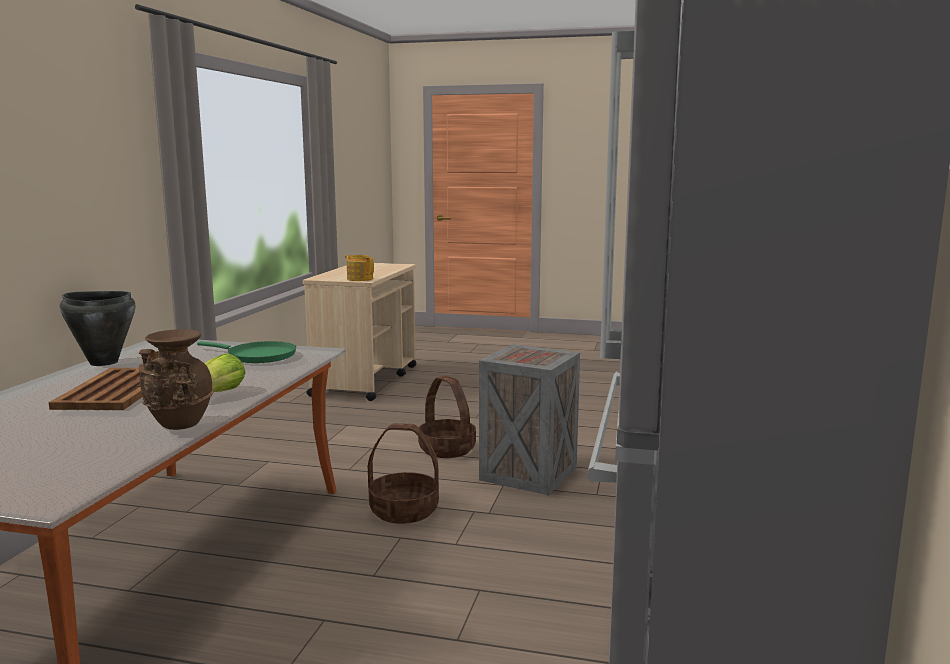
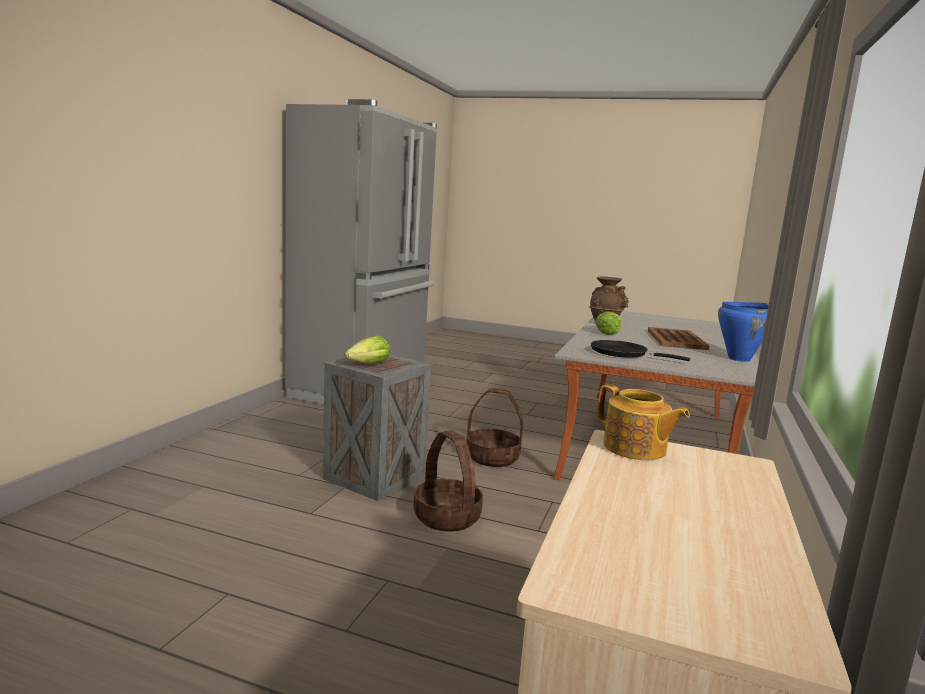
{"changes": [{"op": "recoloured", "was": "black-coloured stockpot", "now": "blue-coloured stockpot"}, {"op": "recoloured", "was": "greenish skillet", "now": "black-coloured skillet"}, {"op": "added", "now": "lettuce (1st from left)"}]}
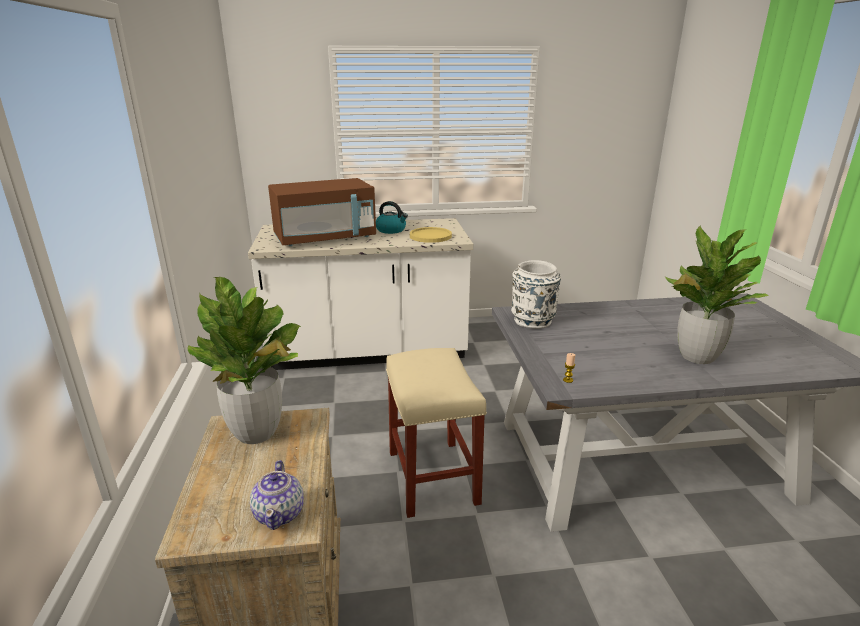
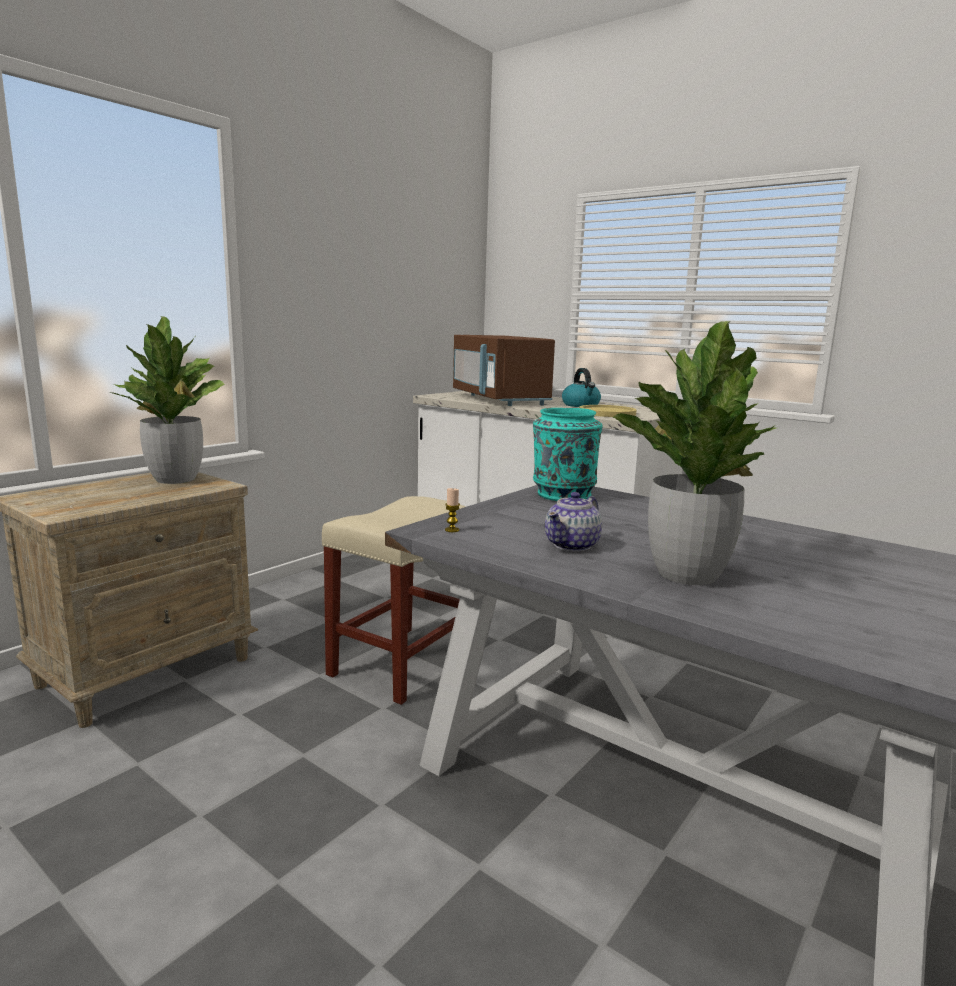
{"changes": [{"op": "moved", "was": "teapot"}, {"op": "turned", "was": "brownish kitchen microwave", "clockwise": 45}, {"op": "recoloured", "was": "whitish decorative vase", "now": "blue-green decorative vase"}]}
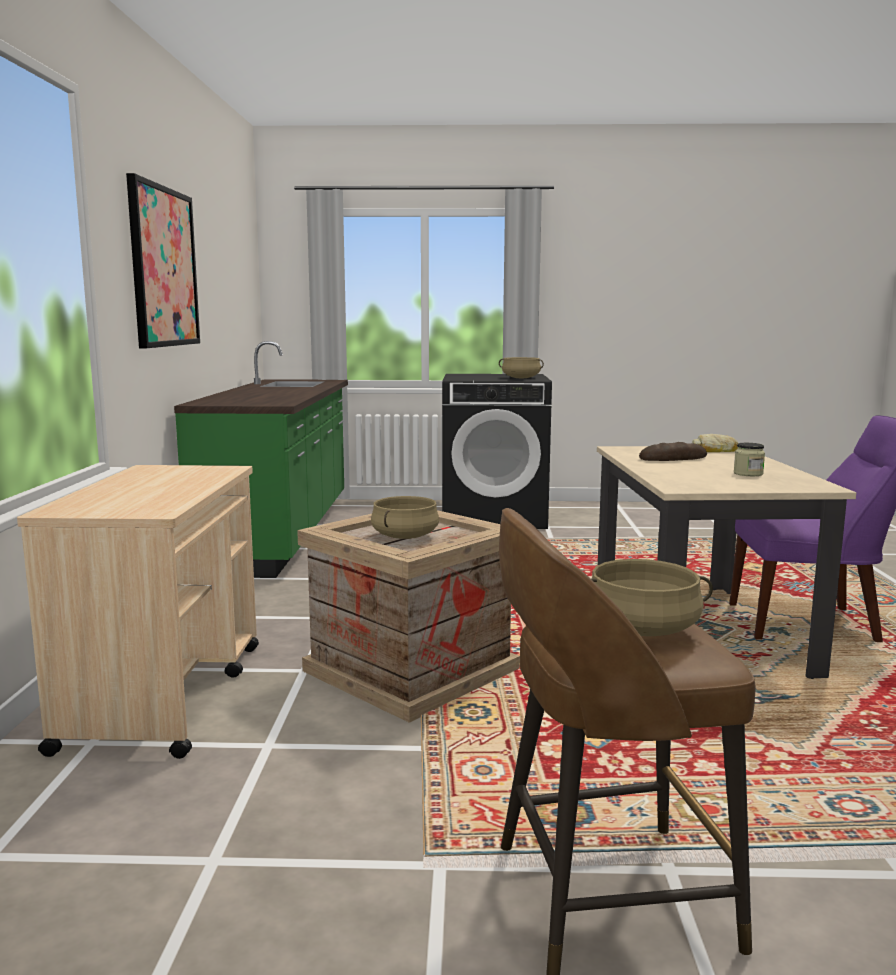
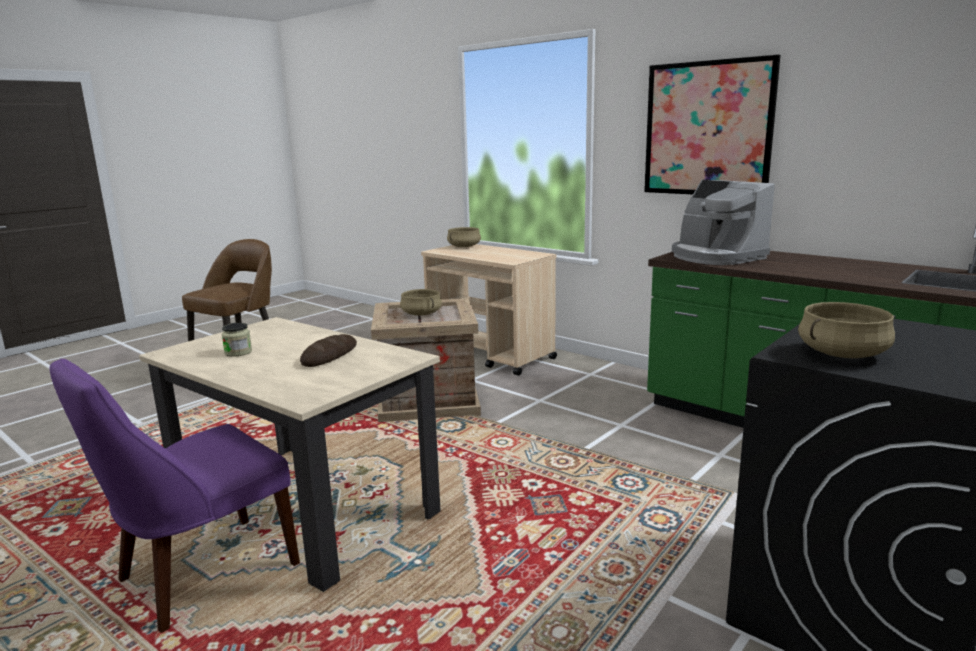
{"changes": [{"op": "moved", "was": "beige-coloured stockpot (3rd from left in the first image)", "now": "beige-coloured stockpot (2nd from left)"}, {"op": "removed", "was": "bakery bread (2nd from left)"}, {"op": "added", "now": "coffee maker"}]}
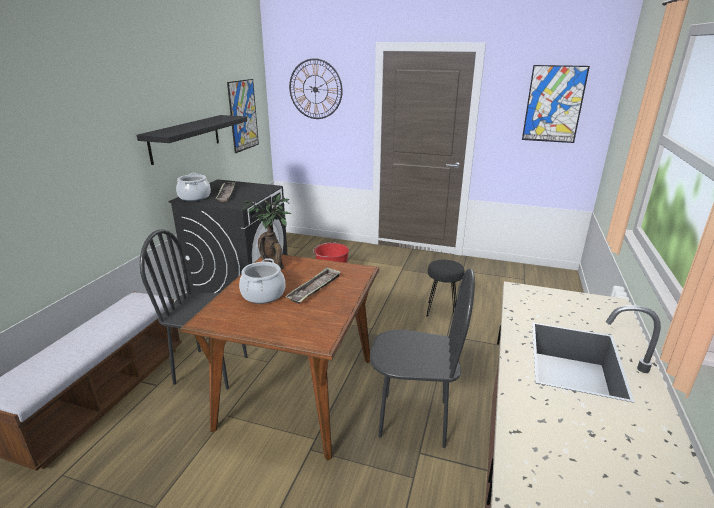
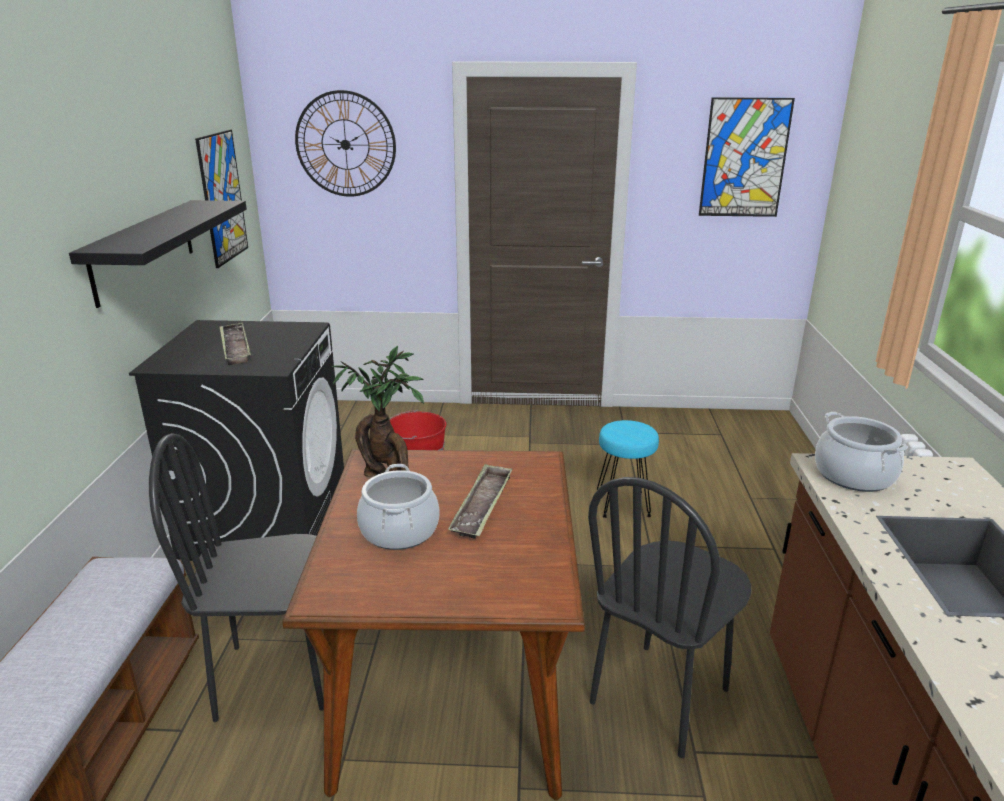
{"changes": [{"op": "moved", "was": "stockpot (1st from left in the first image)", "now": "stockpot (2nd from left)"}, {"op": "turned", "was": "black-coloured plain chair (2nd from left)", "clockwise": 135}, {"op": "recoloured", "was": "black-coloured stool seat", "now": "blue-green stool seat"}]}
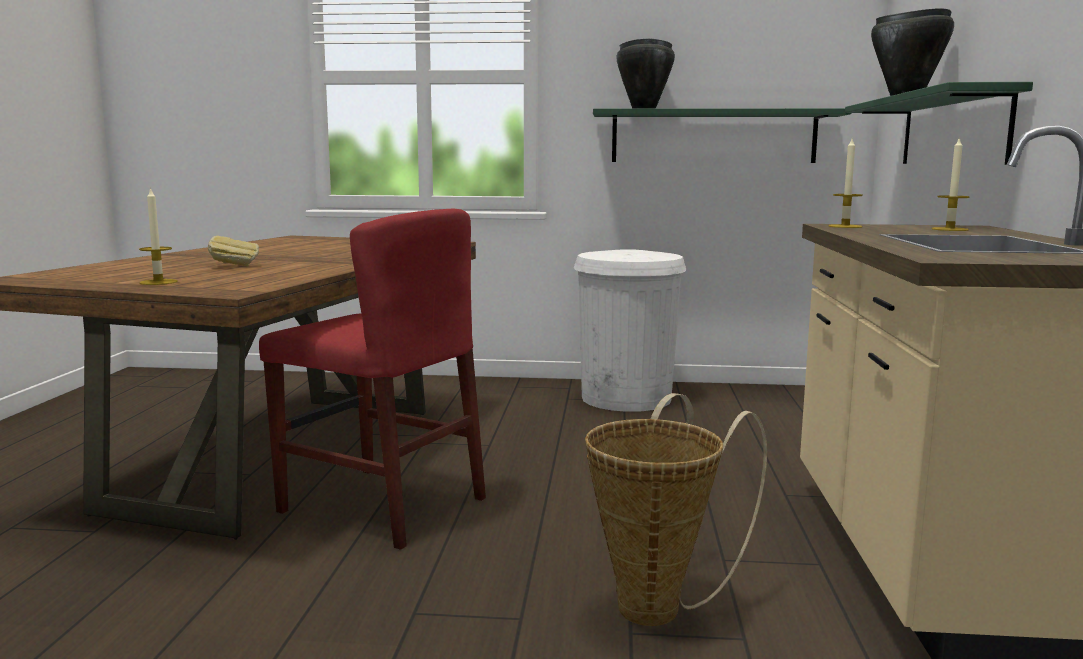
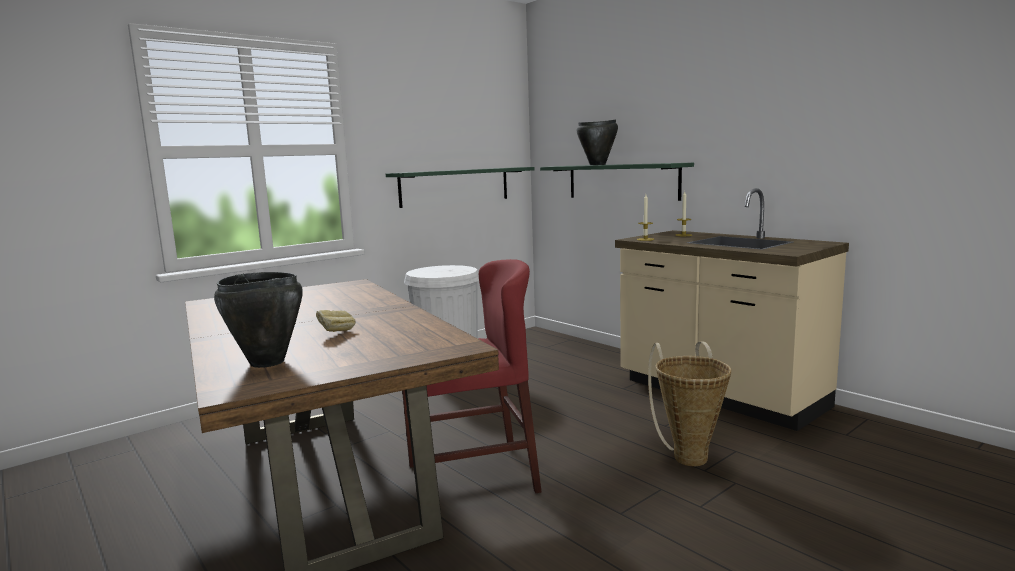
{"changes": [{"op": "removed", "was": "candle (1st from left)"}, {"op": "moved", "was": "black-coloured stockpot (1st from left)"}]}
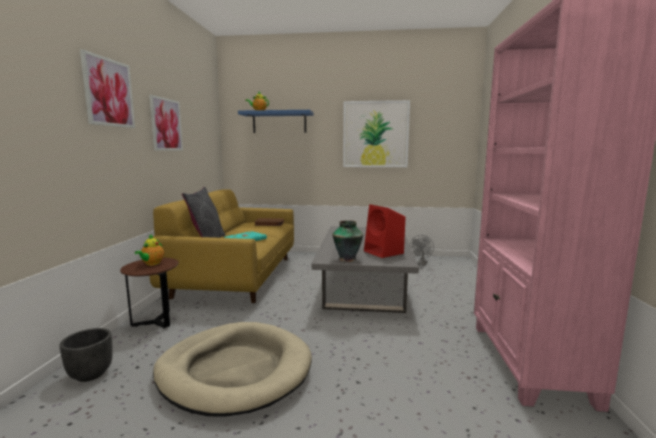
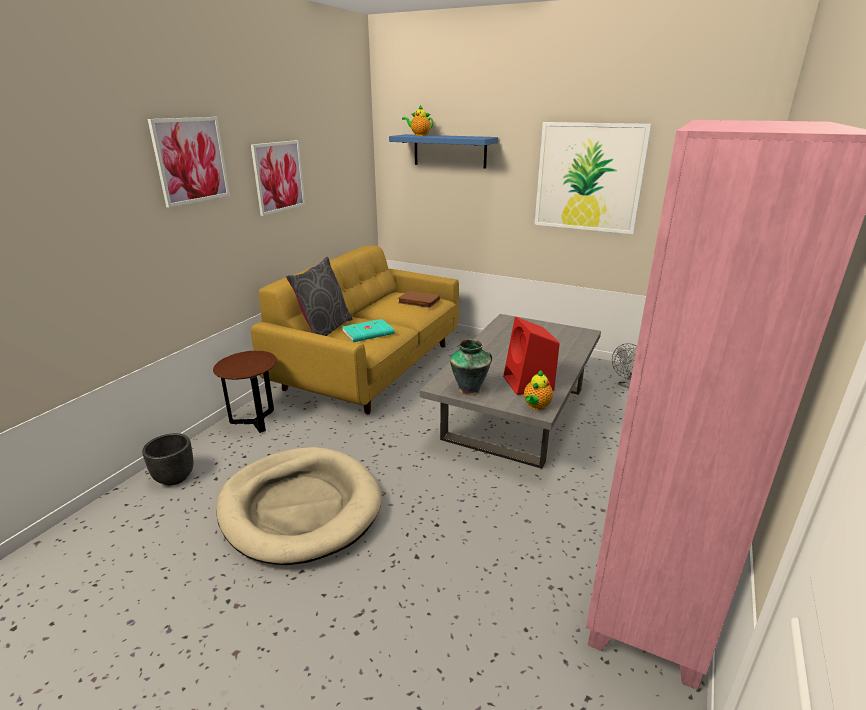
{"changes": [{"op": "moved", "was": "teapot (1st from left in the first image)", "now": "teapot (2nd from left)"}]}
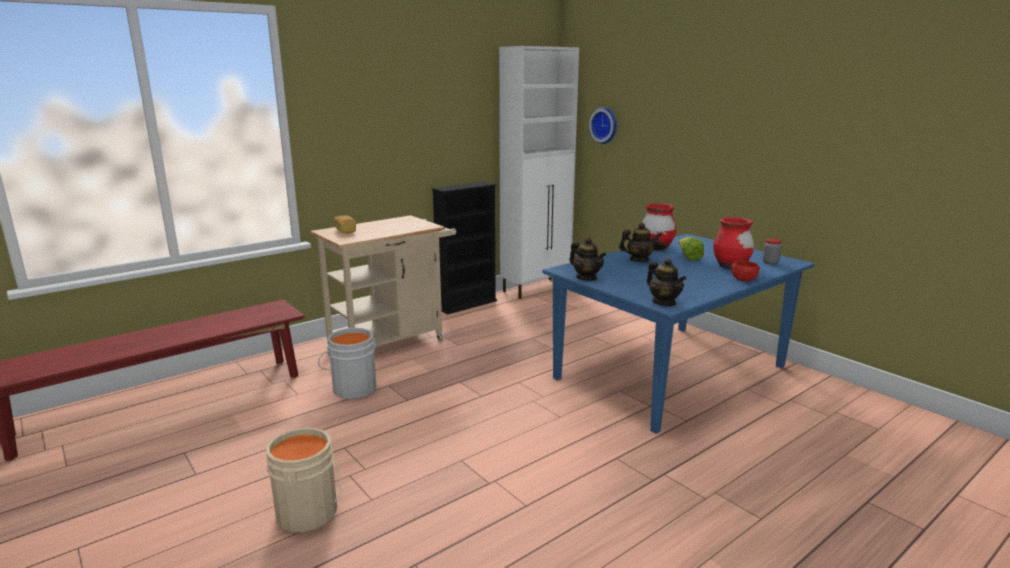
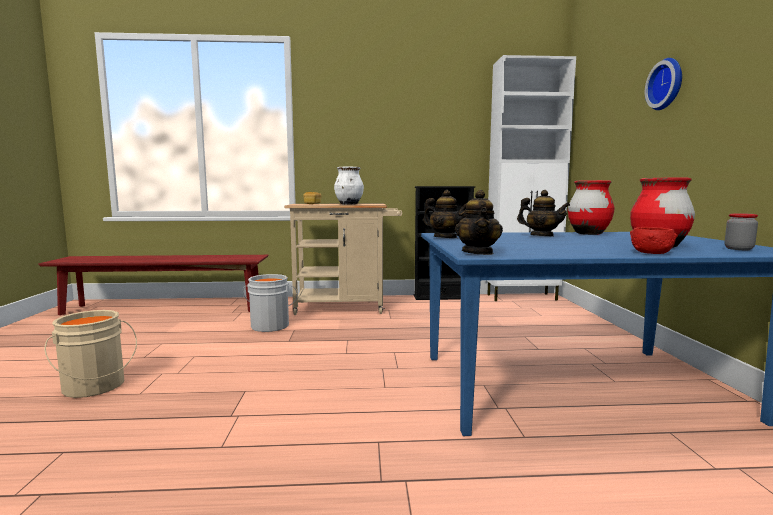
{"changes": [{"op": "turned", "was": "teapot (1st from left)", "clockwise": -45}, {"op": "moved", "was": "hanging clock"}, {"op": "removed", "was": "lettuce"}, {"op": "added", "now": "whitish decorative vase"}]}
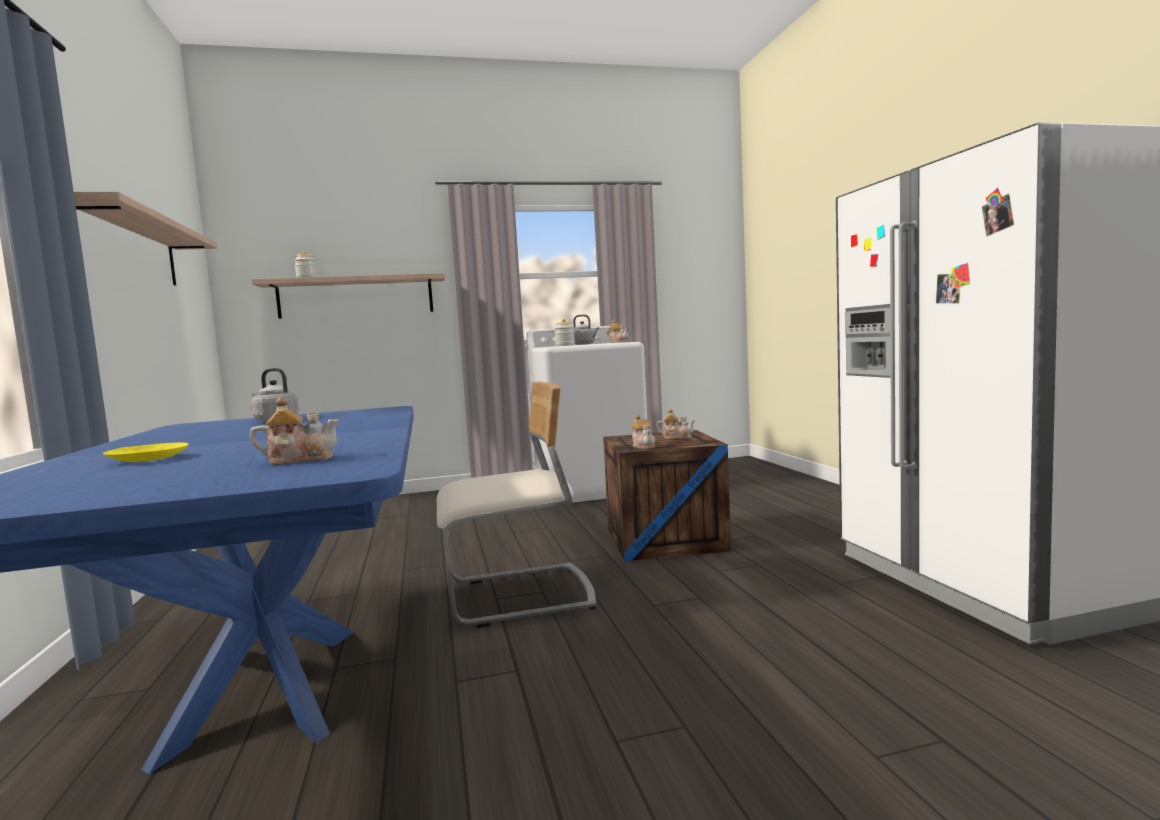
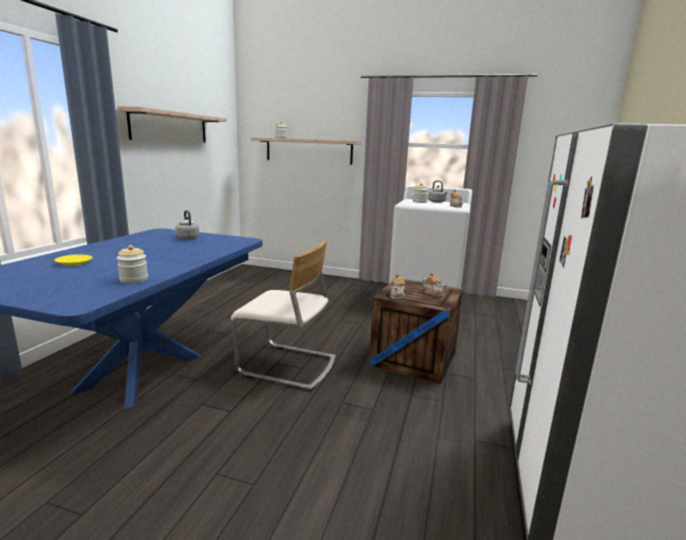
{"changes": [{"op": "removed", "was": "teapot (1st from left)"}, {"op": "added", "now": "preserve jar (1st from left)"}]}
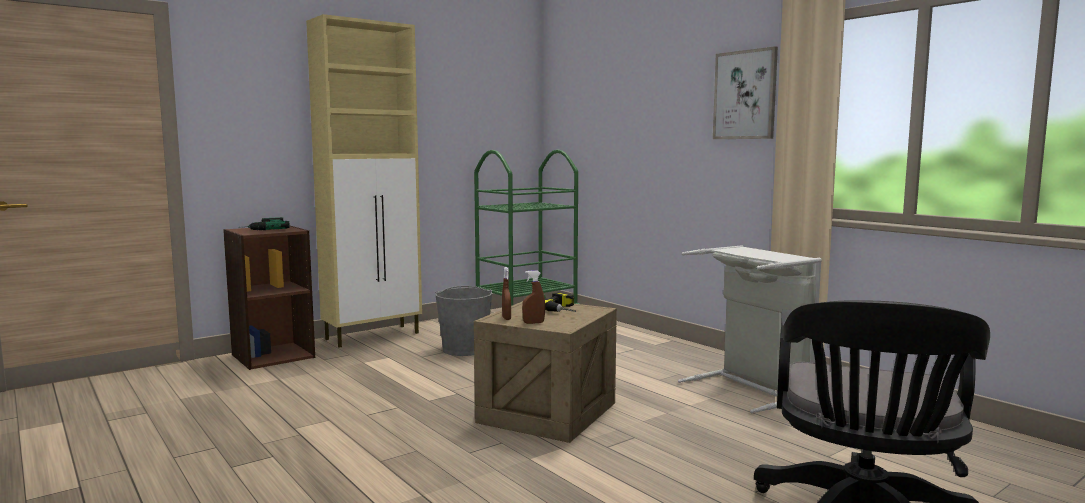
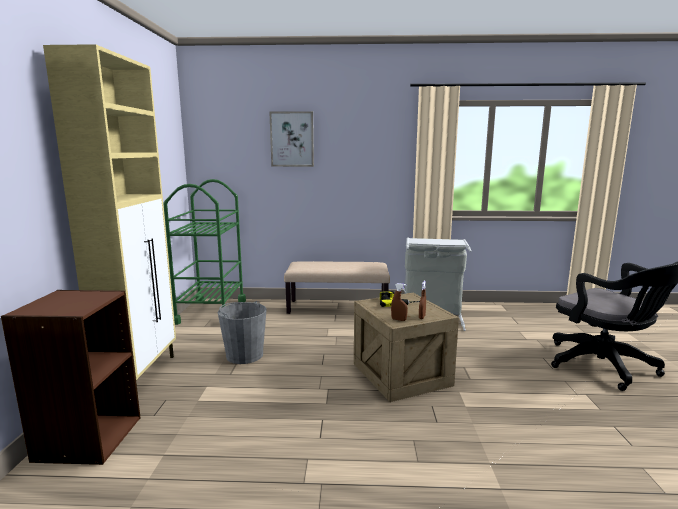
{"changes": [{"op": "removed", "was": "power drill (1st from left)"}, {"op": "moved", "was": "picture"}, {"op": "added", "now": "beige-coloured indoor bench"}]}
